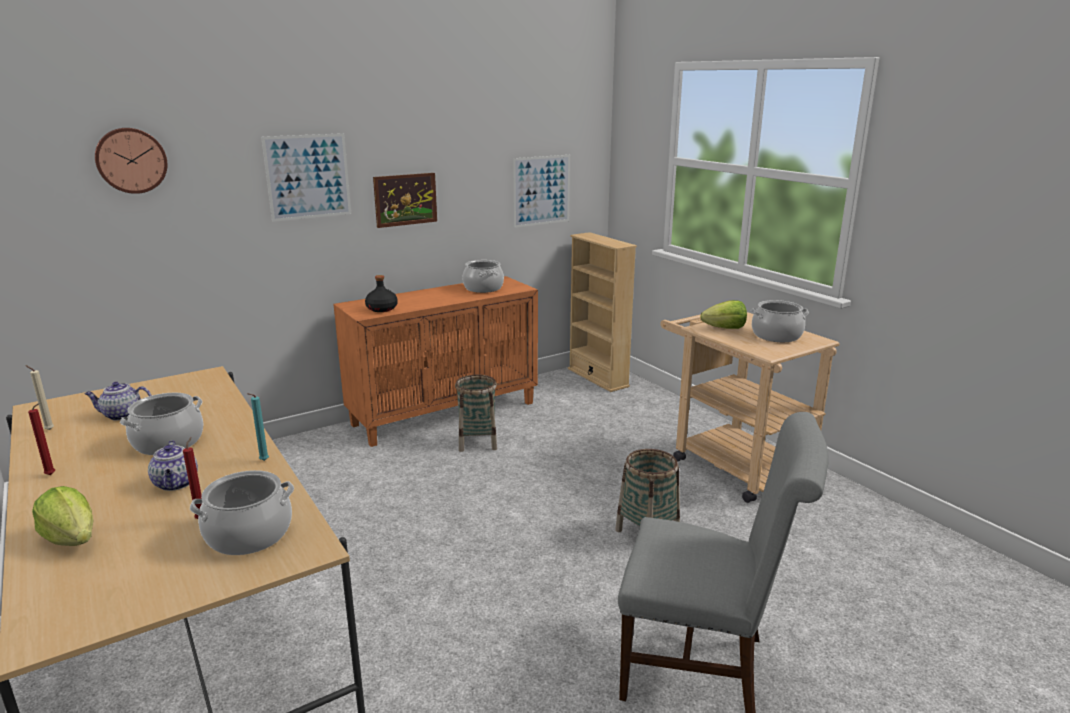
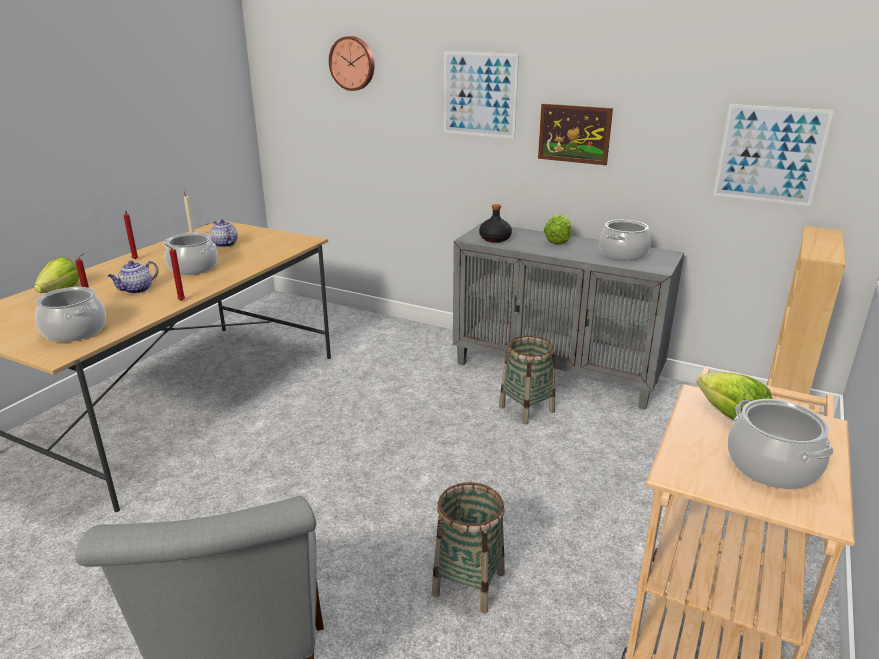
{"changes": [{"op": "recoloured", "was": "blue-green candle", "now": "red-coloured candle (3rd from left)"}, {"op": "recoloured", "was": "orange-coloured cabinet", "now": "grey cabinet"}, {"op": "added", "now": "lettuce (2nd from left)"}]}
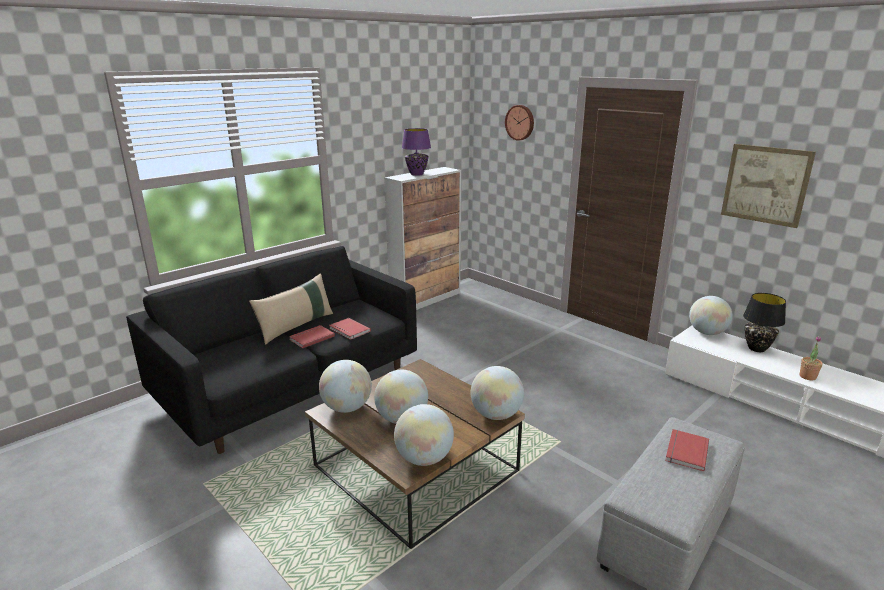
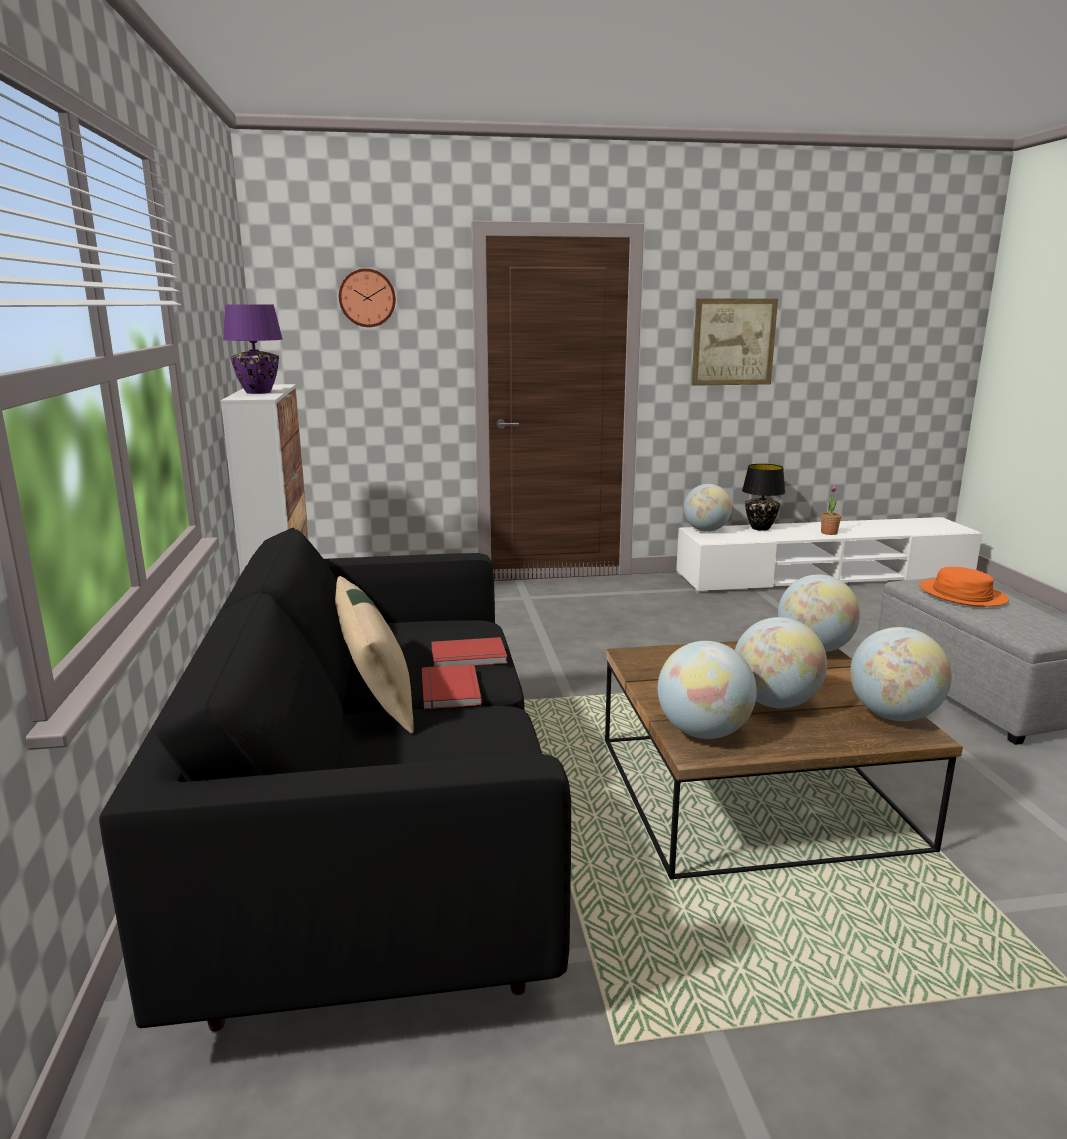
{"changes": [{"op": "replaced", "was": "red-coloured book (3rd from left)", "now": "orange-coloured hat"}]}
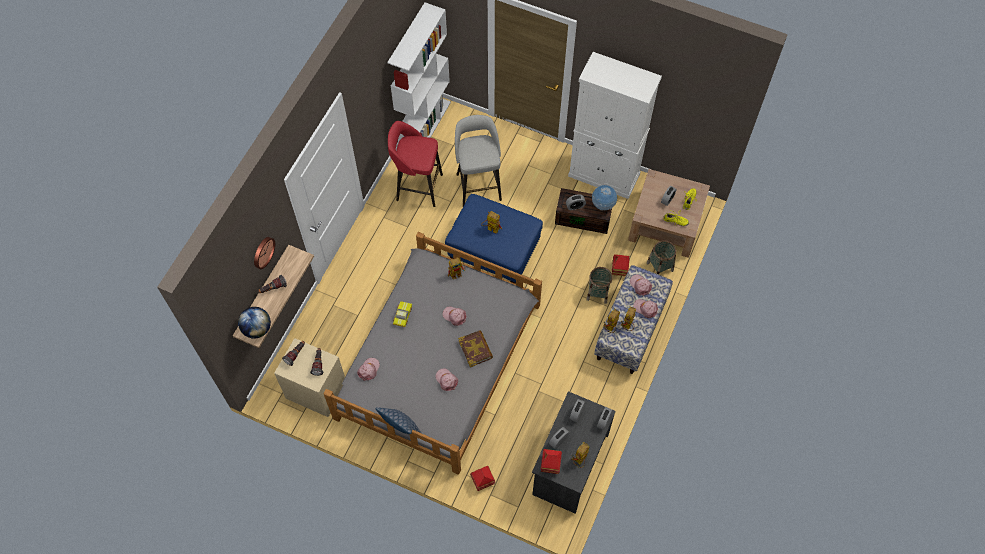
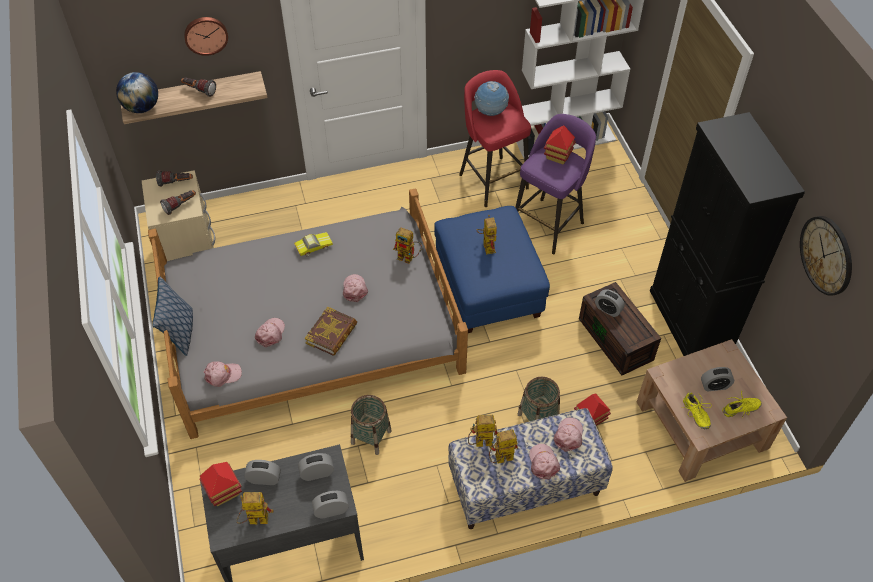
{"changes": [{"op": "moved", "was": "pink peaked cap (1st from left)"}, {"op": "recoloured", "was": "grey stool seat", "now": "purple-coloured stool seat"}, {"op": "moved", "was": "model house (1st from left in the first image)", "now": "model house (2nd from left)"}, {"op": "recoloured", "was": "whitish cabinet", "now": "black-coloured cabinet"}, {"op": "moved", "was": "globe (2nd from left)"}, {"op": "moved", "was": "household basket (2nd from left in the first image)", "now": "household basket (1st from left)"}, {"op": "added", "now": "hanging clock (2nd from left)"}]}
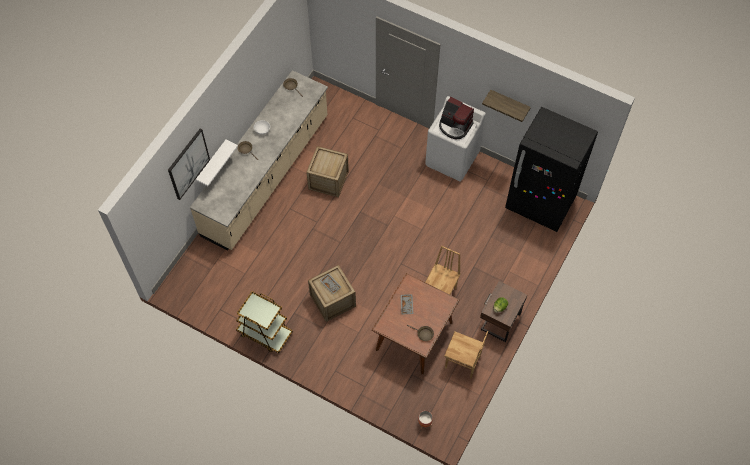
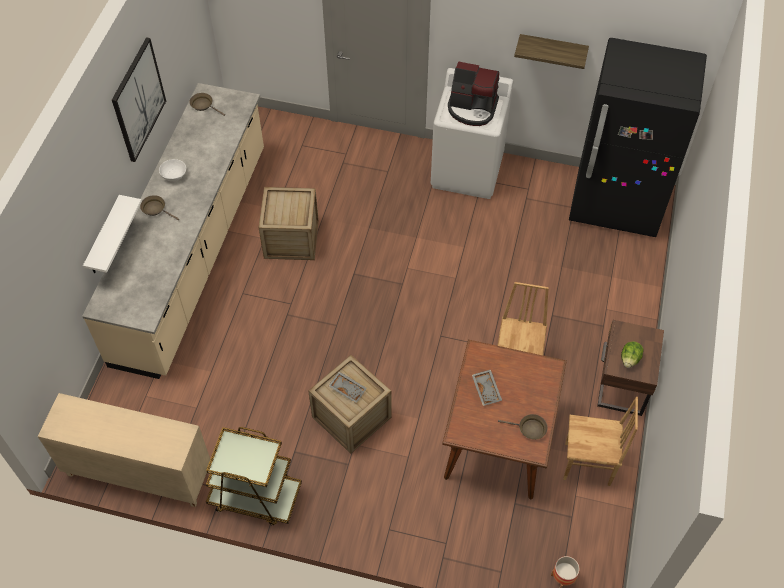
{"changes": [{"op": "moved", "was": "picture"}, {"op": "added", "now": "beige-coloured cabinet"}]}
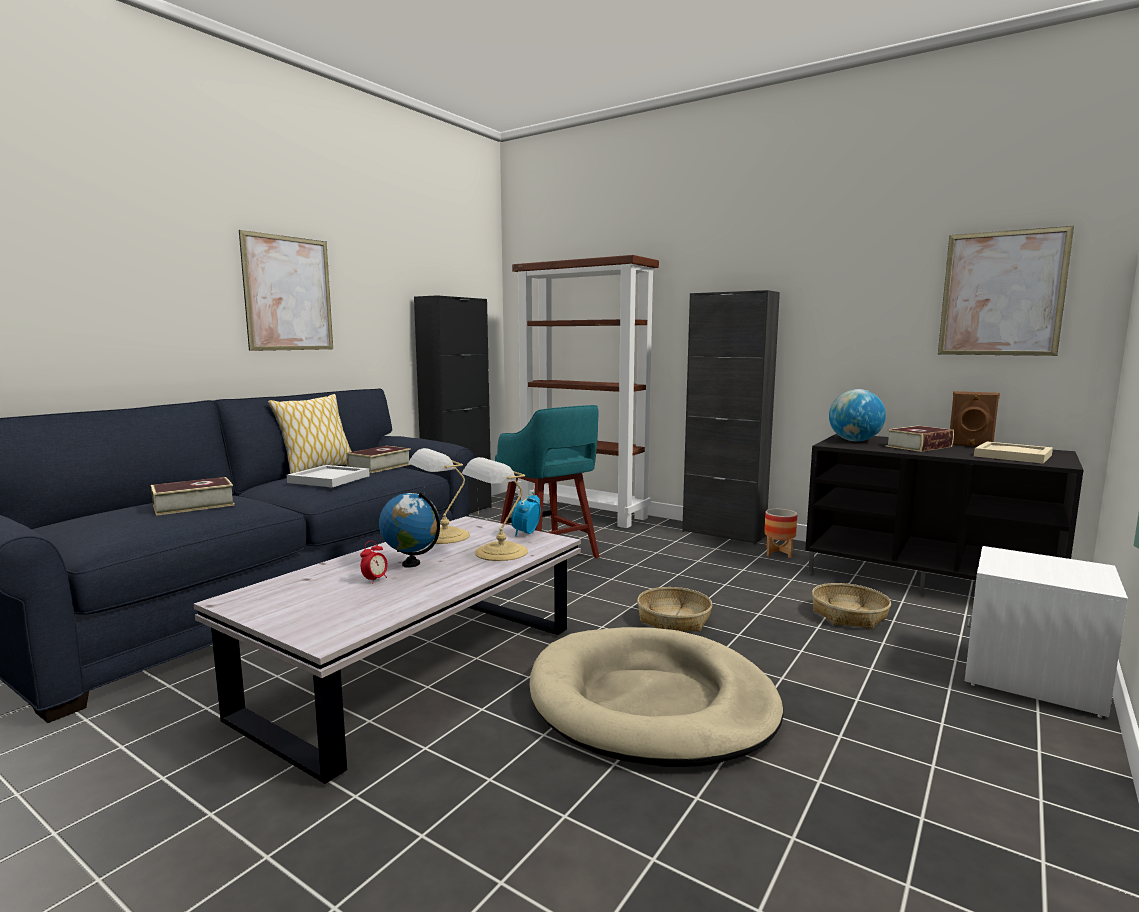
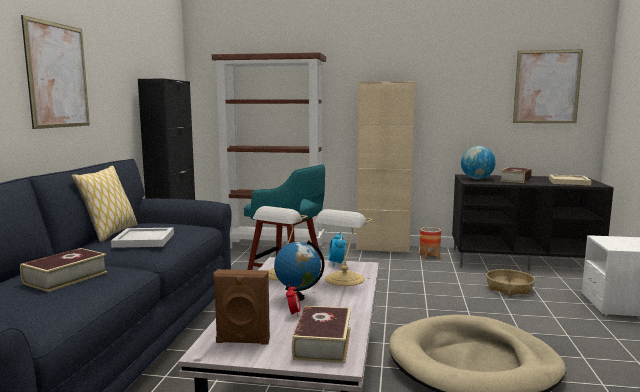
{"changes": [{"op": "moved", "was": "book (2nd from left)"}, {"op": "removed", "was": "household basket (1st from left)"}, {"op": "recoloured", "was": "black-coloured cabinet (2nd from left)", "now": "beige-coloured cabinet"}, {"op": "moved", "was": "brownish audio speaker"}]}
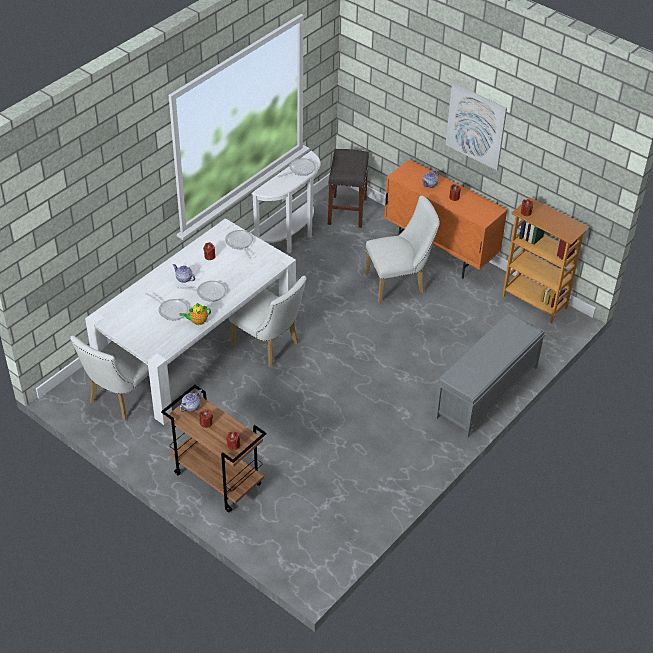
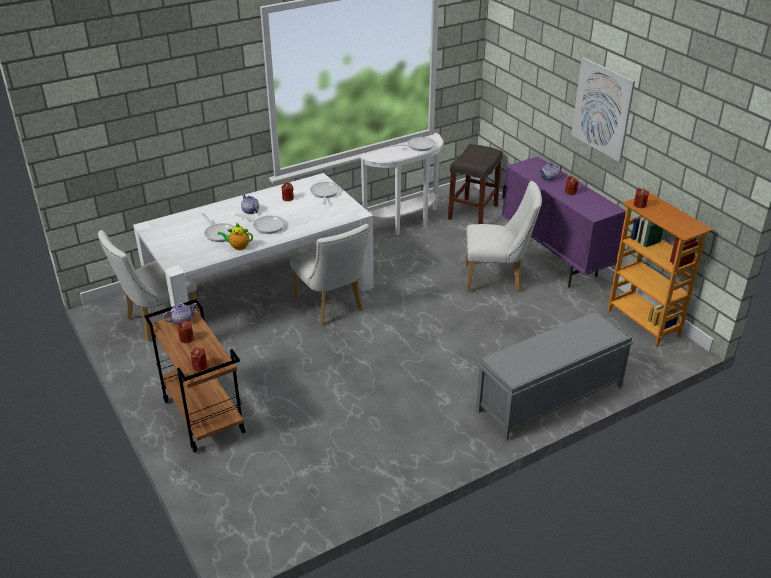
{"changes": [{"op": "recoloured", "was": "orange-coloured cabinet", "now": "purple-coloured cabinet"}]}
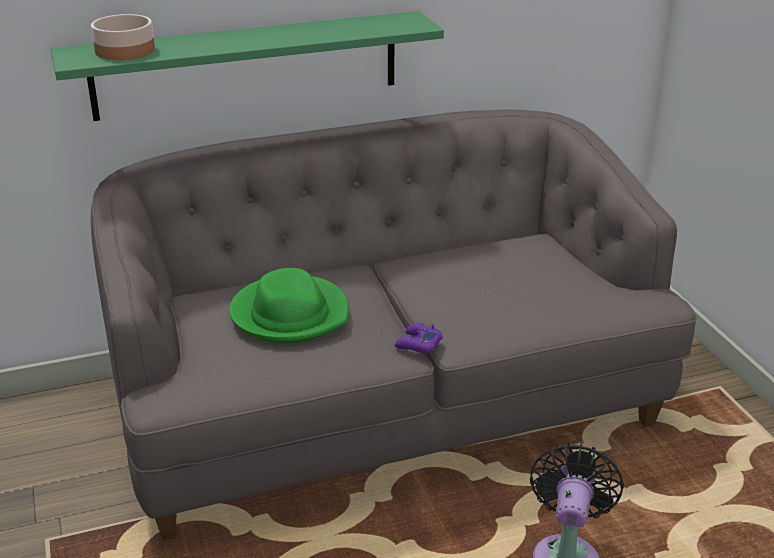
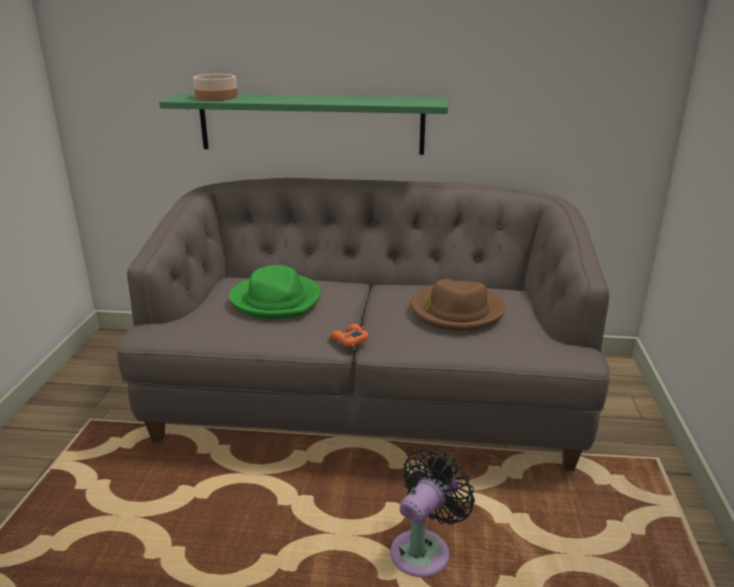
{"changes": [{"op": "recoloured", "was": "purple-coloured joypad", "now": "orange-coloured joypad"}, {"op": "added", "now": "brownish hat"}]}
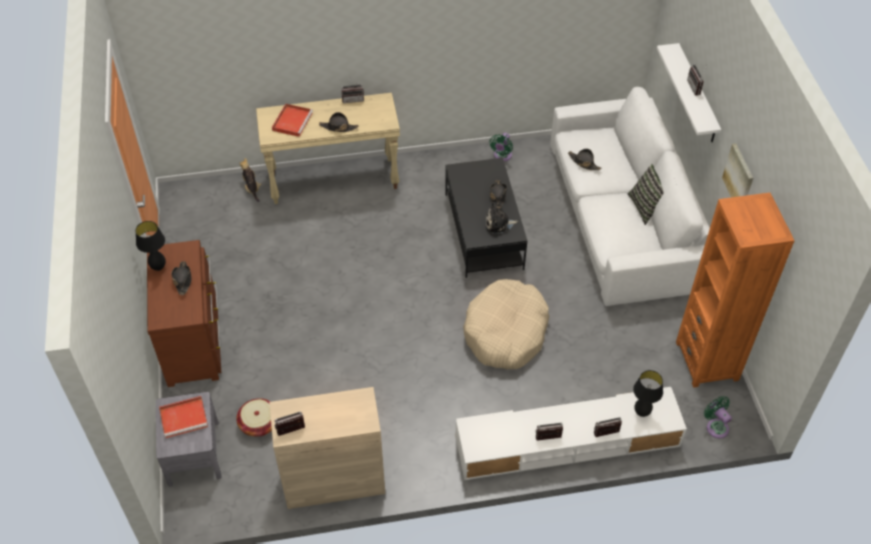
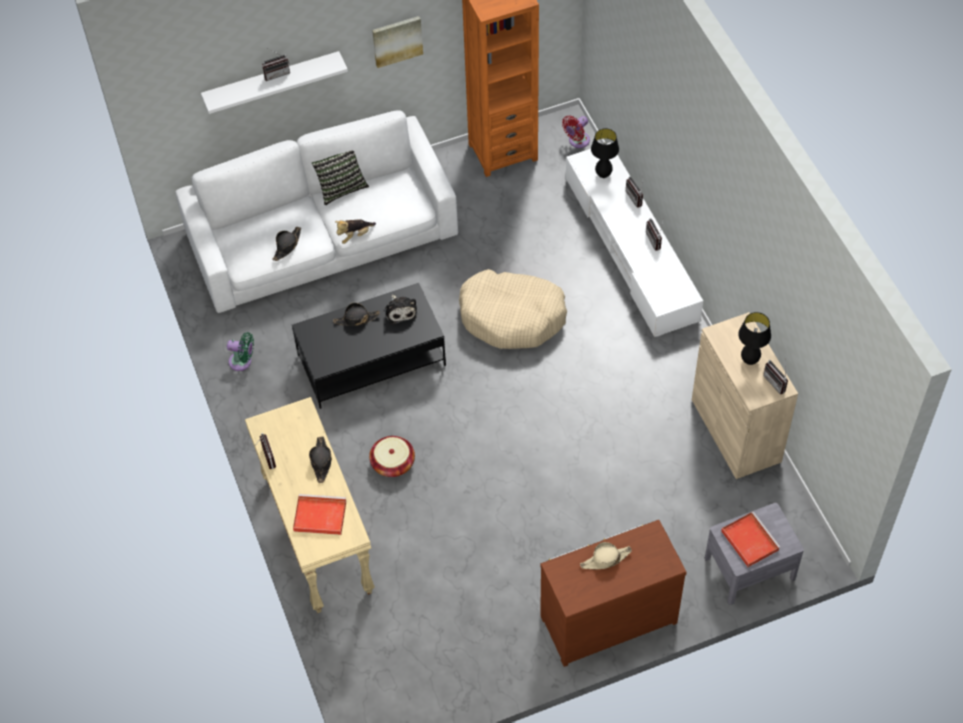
{"changes": [{"op": "moved", "was": "black-coloured table lamp (1st from left in the first image)", "now": "black-coloured table lamp (2nd from left)"}, {"op": "recoloured", "was": "black-coloured hat (1st from left)", "now": "beige-coloured hat"}, {"op": "moved", "was": "household basket"}, {"op": "moved", "was": "plush toy (1st from left)"}, {"op": "recoloured", "was": "greenish cooling fan (2nd from left)", "now": "red-coloured cooling fan"}]}
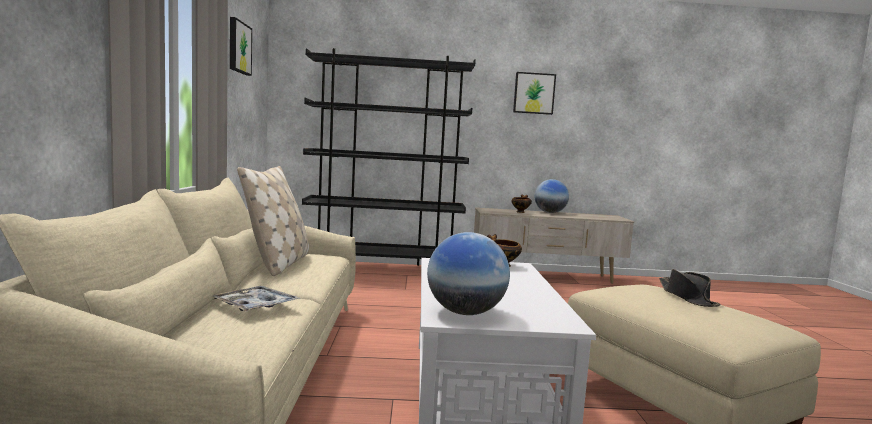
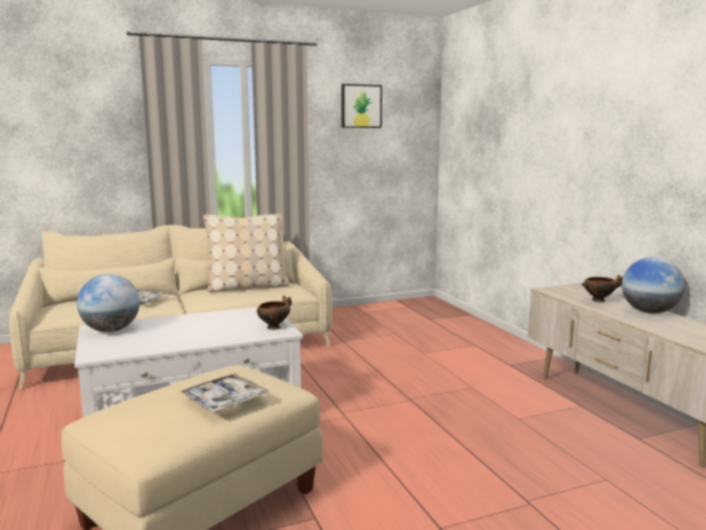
{"changes": [{"op": "removed", "was": "black-coloured shelving unit"}, {"op": "removed", "was": "picture (2nd from left)"}, {"op": "replaced", "was": "black-coloured hat", "now": "serving tray (2nd from left)"}]}
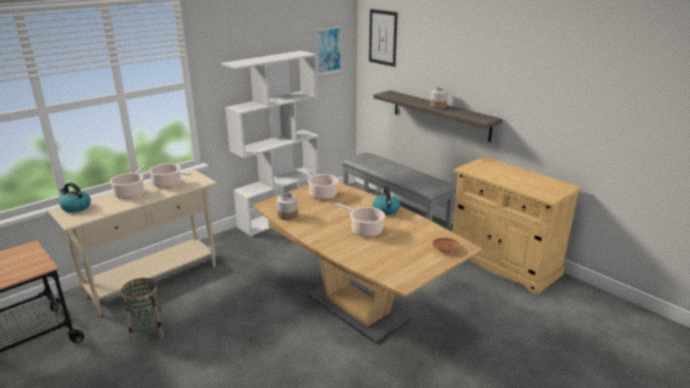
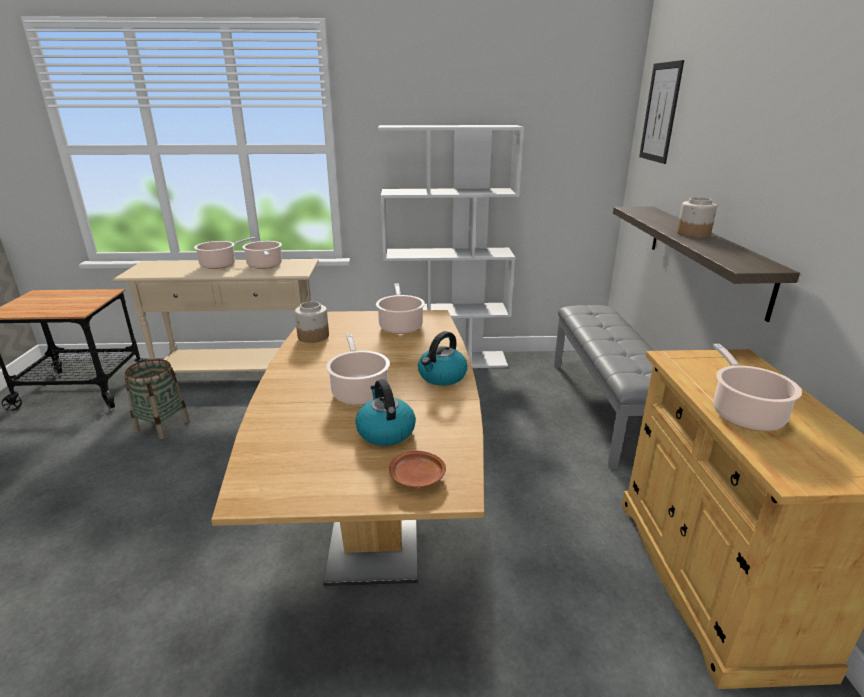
{"changes": [{"op": "moved", "was": "kettle (1st from left)"}, {"op": "removed", "was": "picture (1st from left)"}, {"op": "added", "now": "stockpot (5th from left)"}]}
